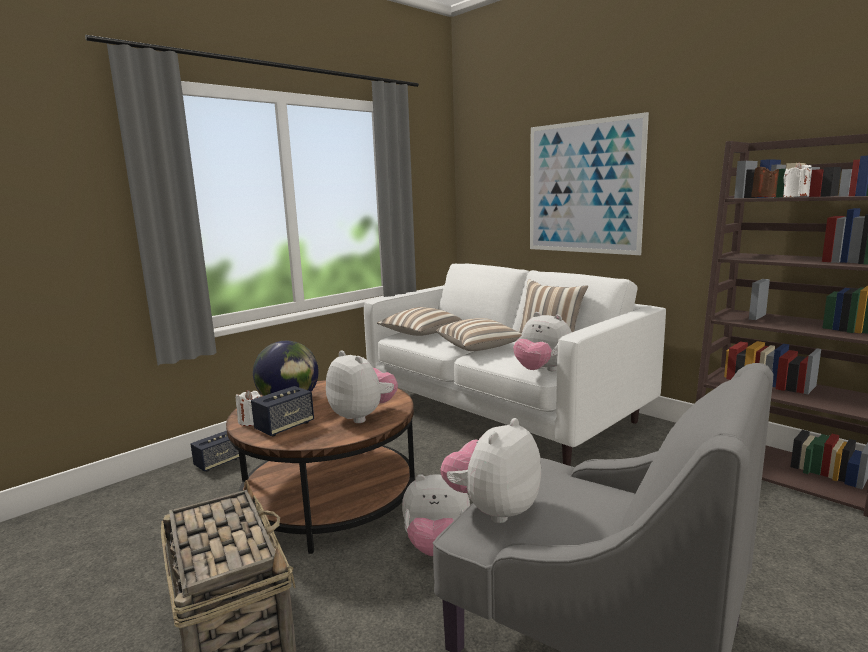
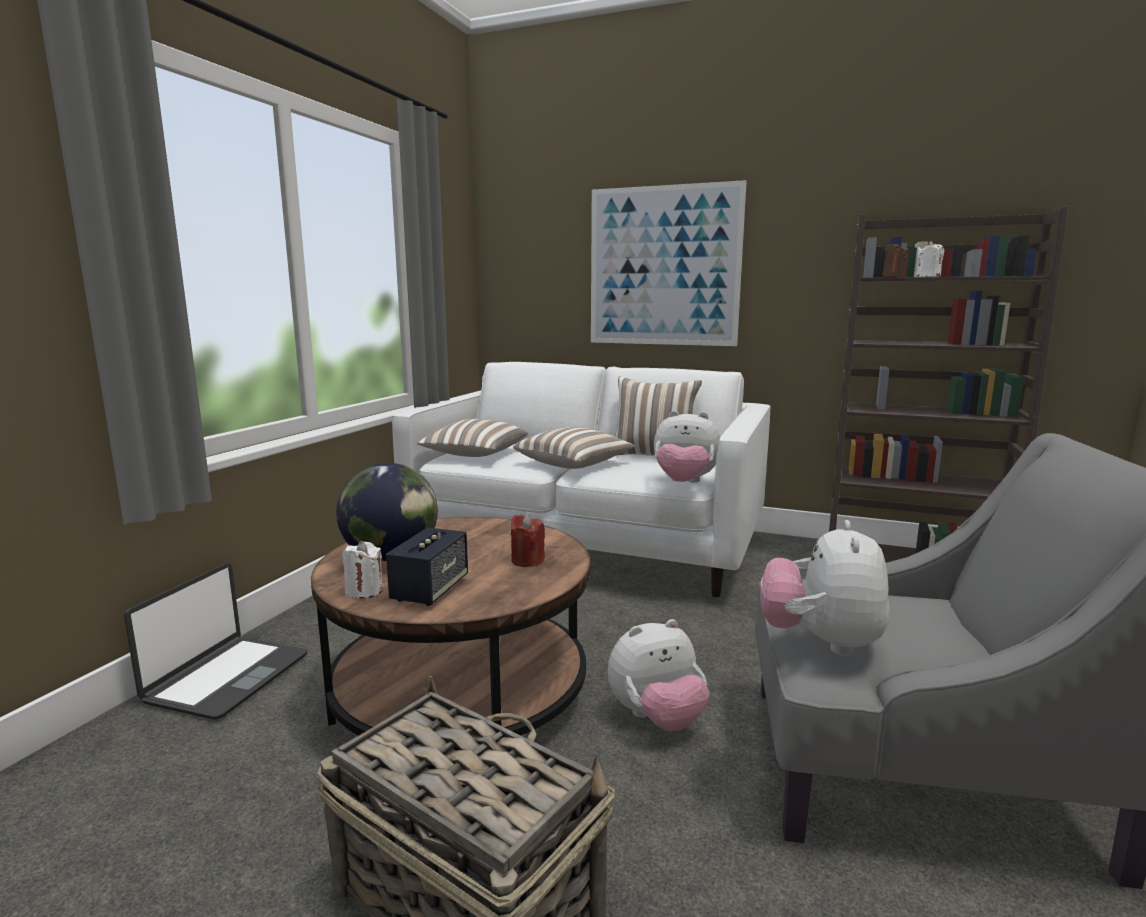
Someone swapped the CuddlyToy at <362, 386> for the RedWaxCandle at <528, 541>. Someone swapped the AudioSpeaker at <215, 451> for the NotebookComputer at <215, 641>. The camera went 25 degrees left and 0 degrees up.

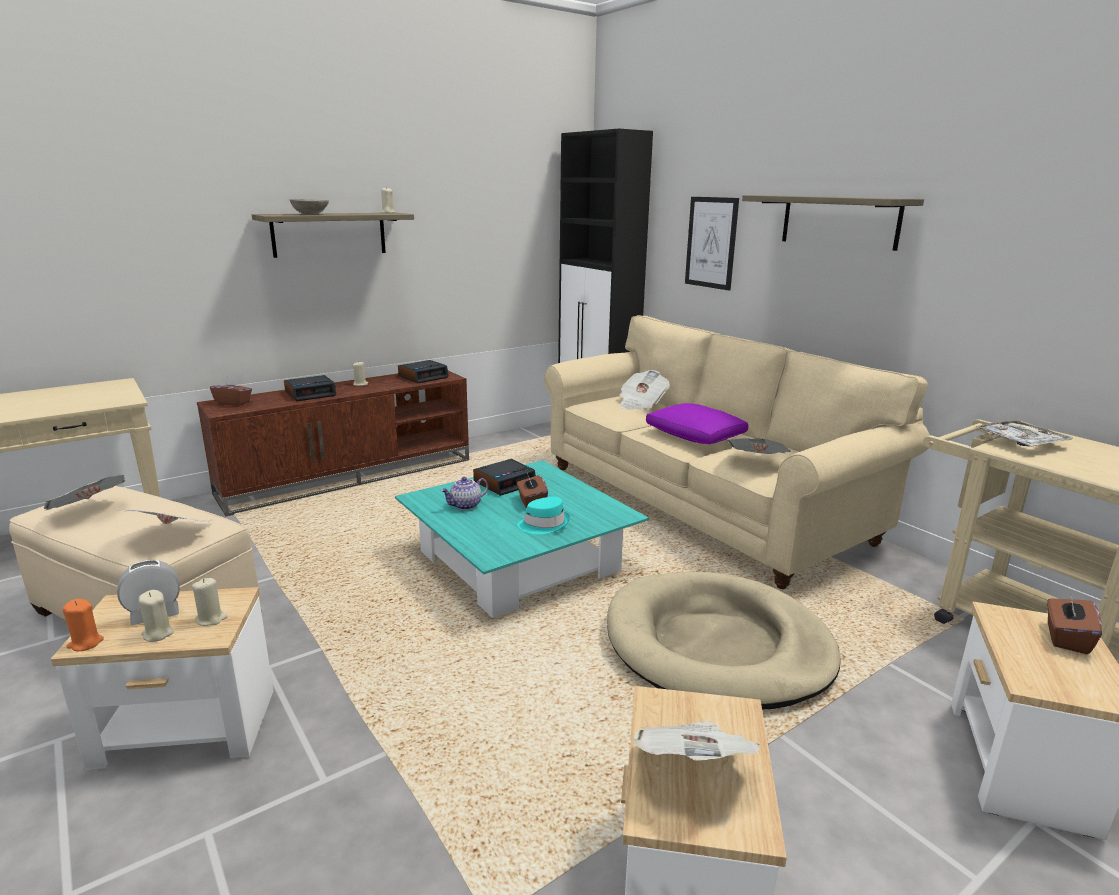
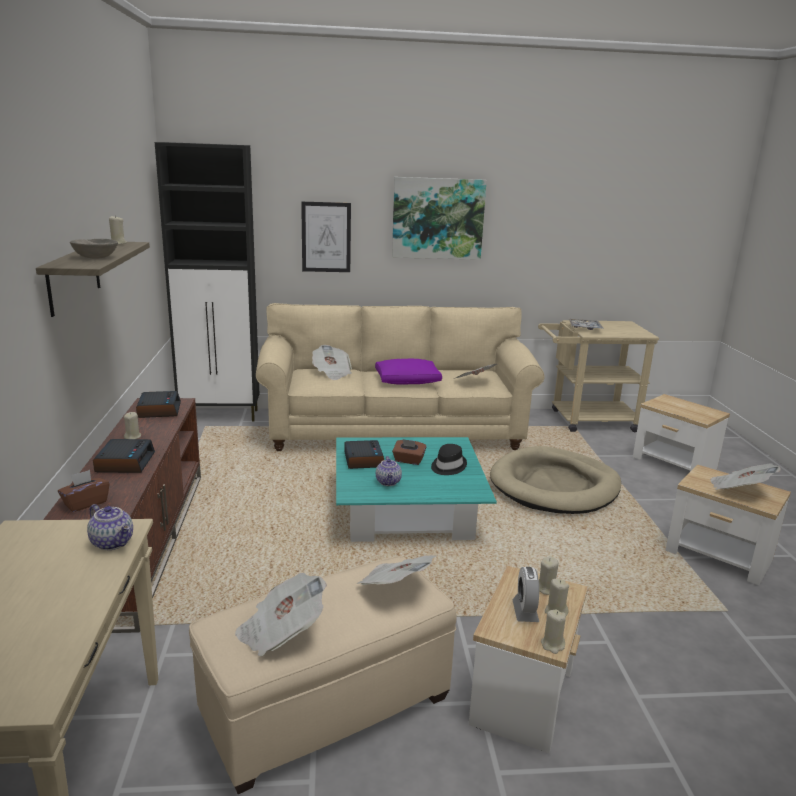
Someone swapped the WallShelf at <833, 223> for the Picture at <439, 218>. Someone repainted the TurquoiseColouredHat at <543, 515>, which became the BlackHat at <449, 459>. Someone took away the BrownishBoxOfTissues at <1074, 624>. Someone repainted the OrangeWaxCandle at <83, 625>, which became the BeigeColouredWaxCandle at <553, 631>. Someone put down the TeaPot at <110, 527>. The camera went 60 degrees left and 0 degrees up.

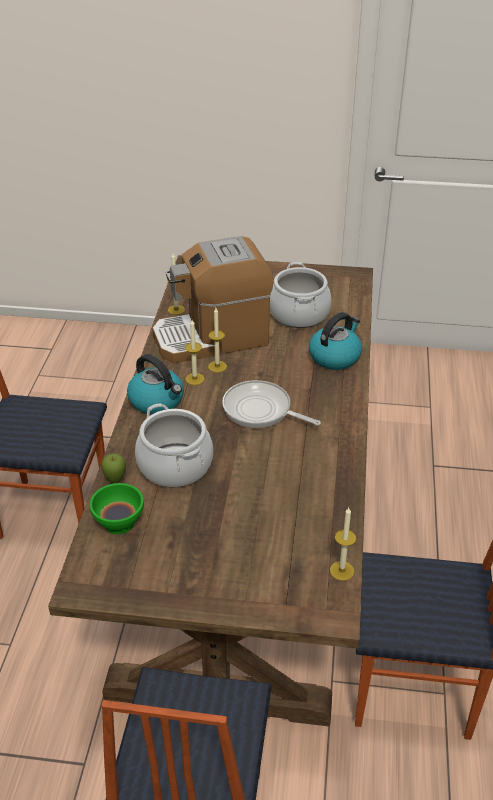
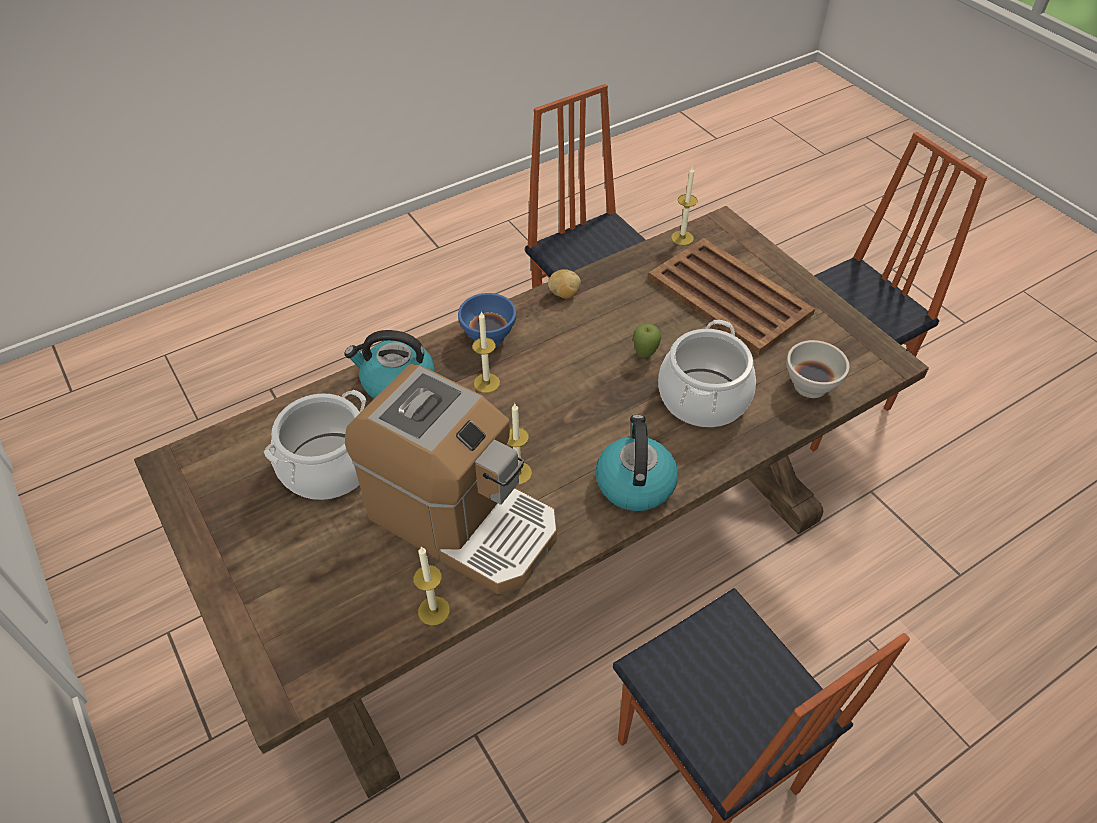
Someone carried the WaxCandle from <195, 352> to <486, 352>. Someone took away the Skillet at <271, 404>. Someone carried the WholeApple from <113, 468> to <647, 340>. Someone repainted the GreenColouredDeepDish at <117, 508>, which became the WhitishDeepDish at <817, 369>. Someone put down the BrownishCarryingTray at <731, 296>. Someone put down the Potato at <564, 284>. Someone put down the BluishDeepDish at <487, 319>. The camera went 130 degrees left and 10 degrees up.

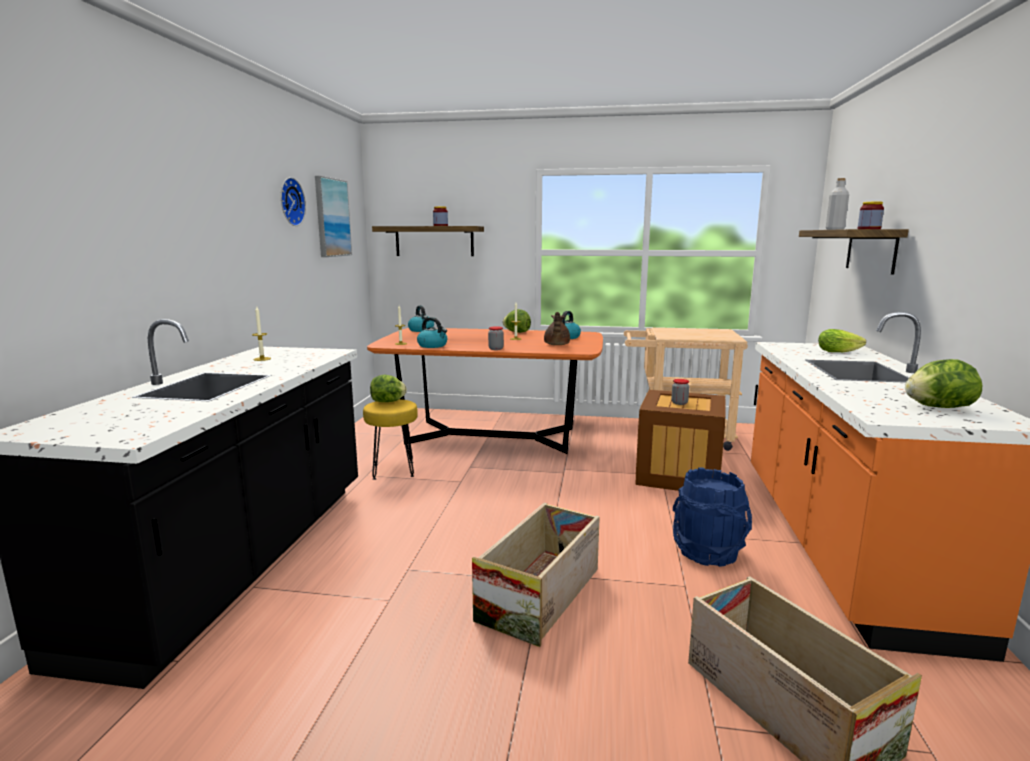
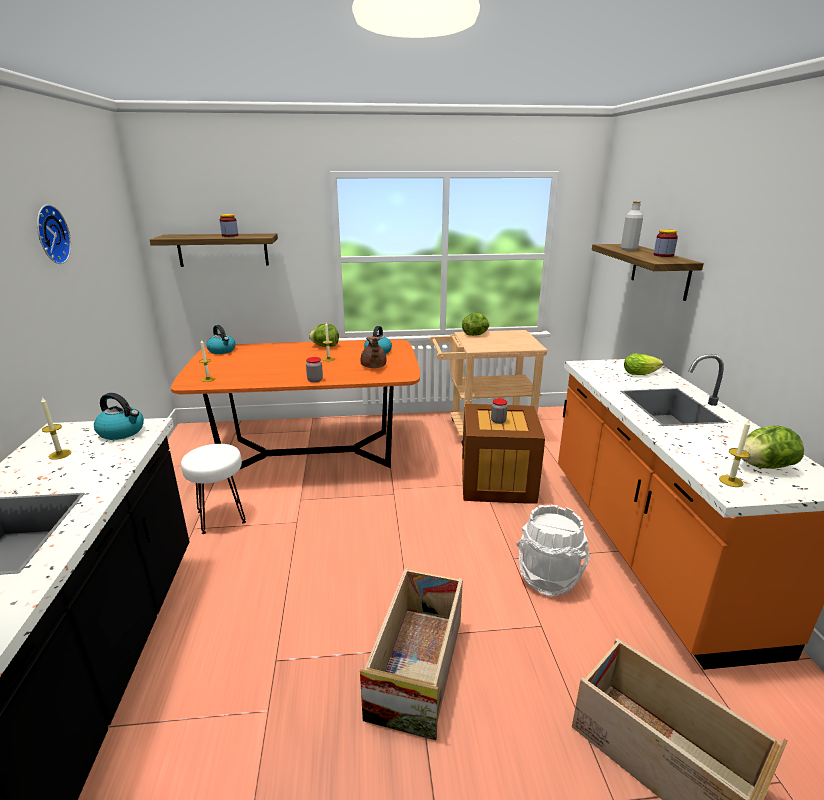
Someone took away the Picture at <333, 216>. Someone carried the Kettle from <432, 332> to <119, 416>. Someone carried the Lettuce from <388, 388> to <475, 324>. Someone repainted the YellowStool at <390, 439>, which became the WhitishStool at <213, 489>. Someone repainted the BluishWaterBucket at <712, 517>, which became the WhitishWaterBucket at <553, 551>. Someone put down the WaxCandle at <734, 453>. The camera went 15 degrees left and 10 degrees up.

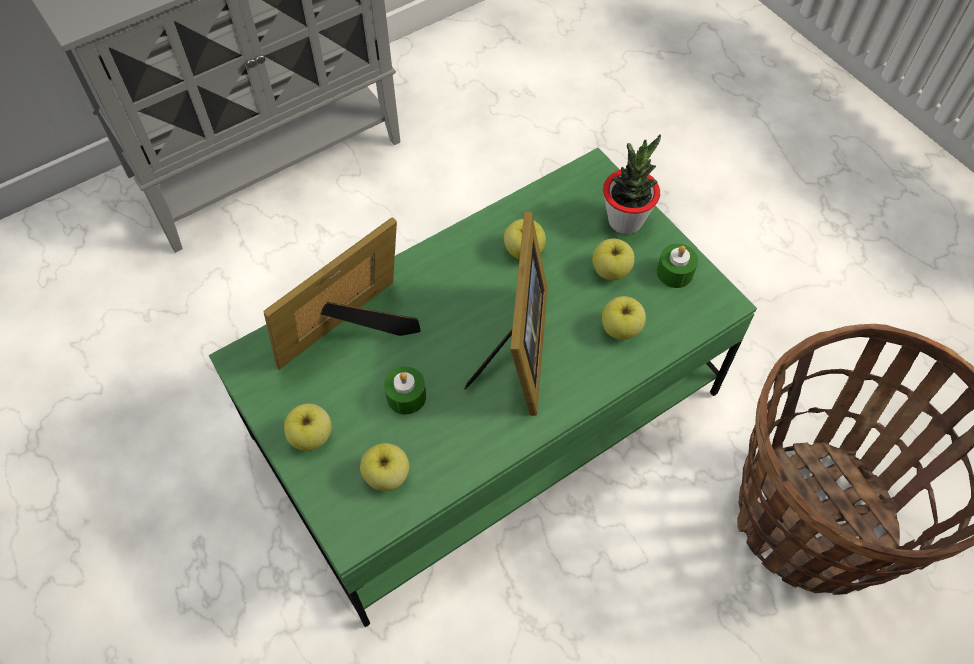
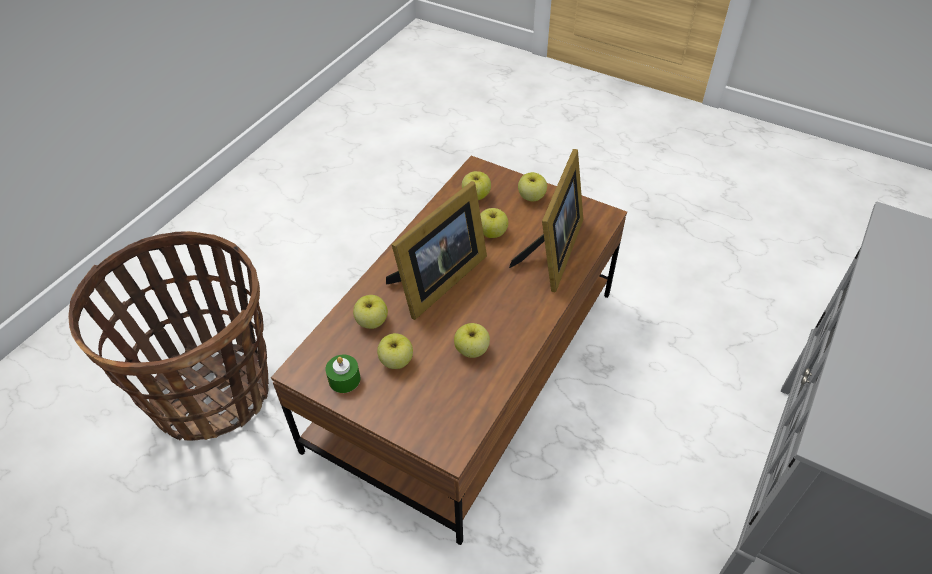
Someone took away the PottedPlant at <632, 184>. Someone repainted the GreenColouredLowTable at <482, 387>, which became the BrownishLowTable at <449, 350>. Someone rotated the PhotoFrame at <505, 313> by 120 degrees counterclockwise. Someone swapped the GreenColouredWaxCandle at <405, 391> for the WholeApple at <494, 223>. The camera went 155 degrees right and 10 degrees down.

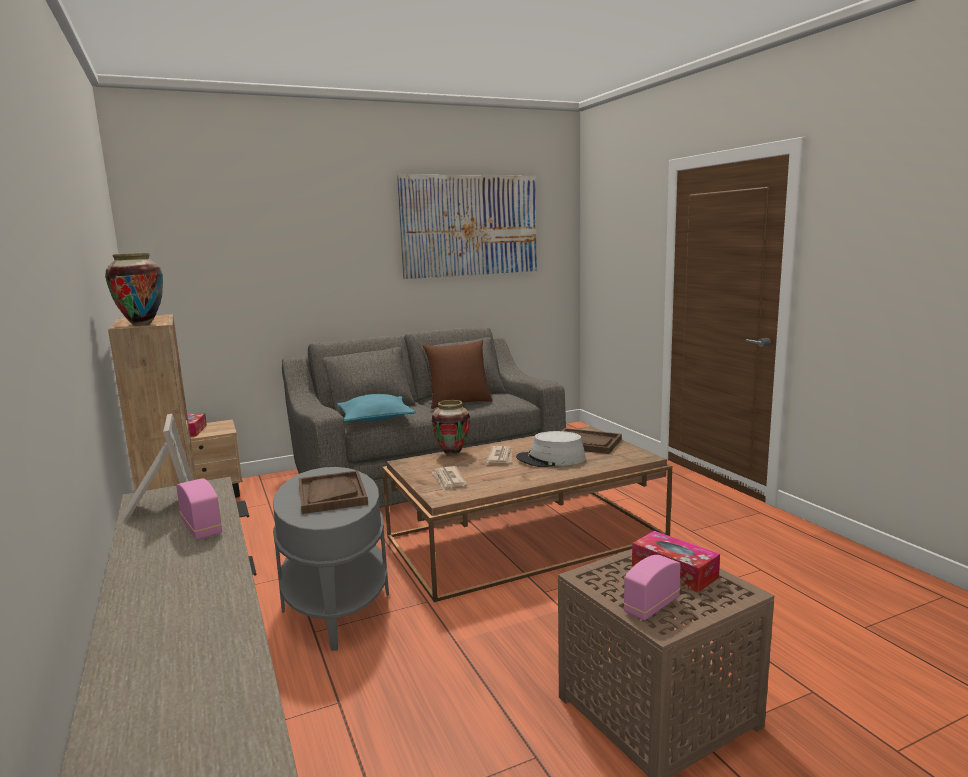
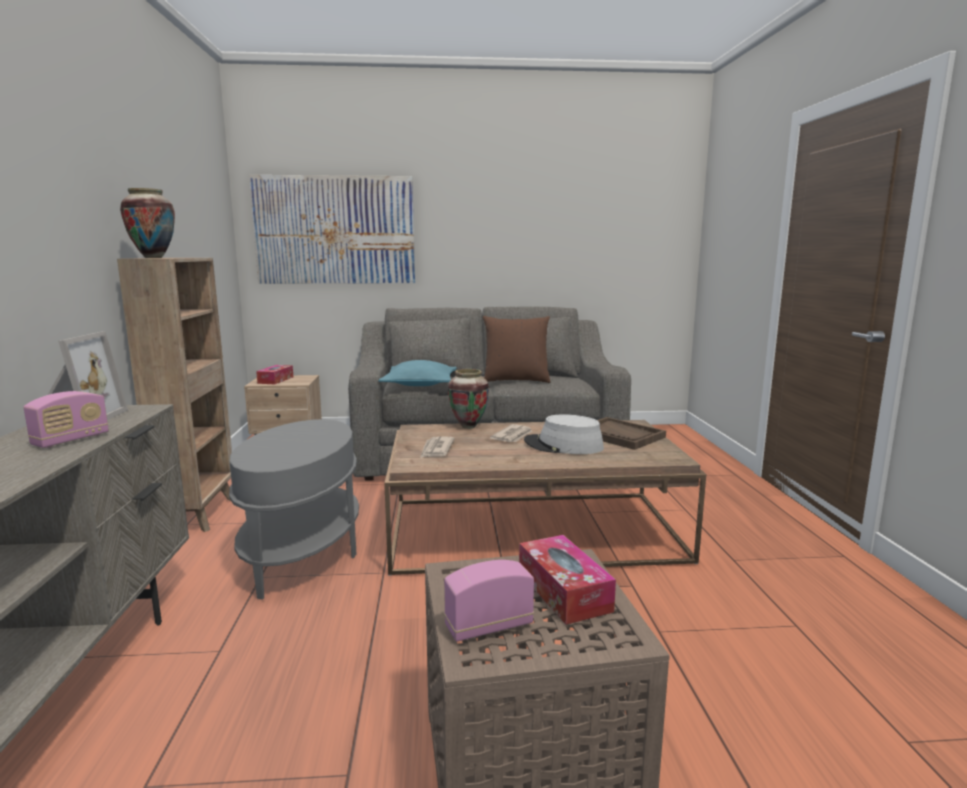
Someone carried the Picture from <467, 227> to <332, 229>. Someone took away the BrownishCarryingTray at <333, 492>. Someone rotated the RadioReceiver at <199, 509> by 45 degrees clockwise. The camera went 20 degrees right and 0 degrees up.

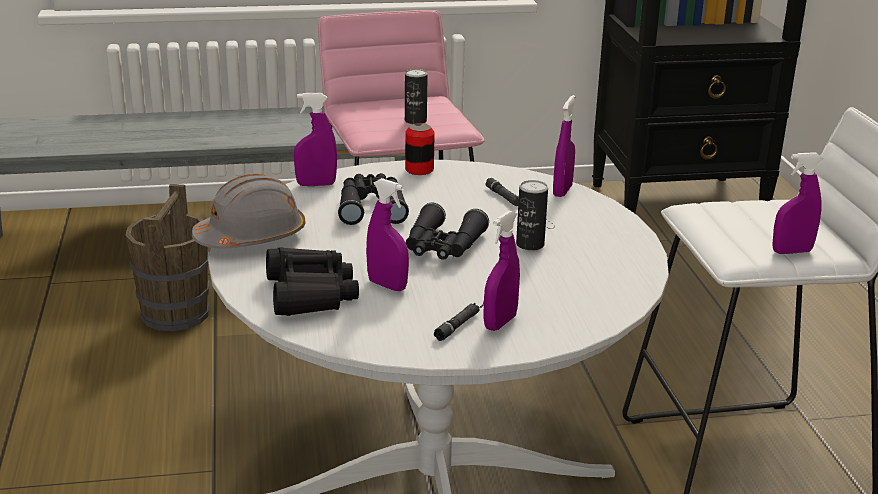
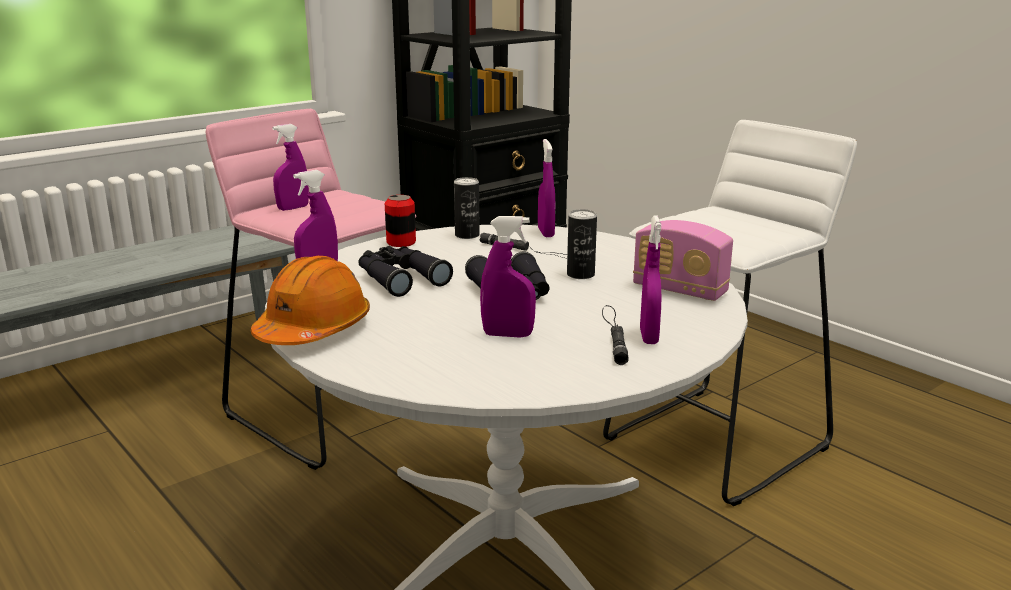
Someone carried the MetalCan from <416, 96> to <467, 208>. Someone carried the PurpleColouredSprayer from <797, 203> to <290, 167>. Someone repainted the GreyishSafetyHelmet at <248, 211>, which became the OrangeSafetyHelmet at <310, 300>. Someone took away the BrownishWaterBucket at <167, 257>. Someone took away the BlackBinoculars at <312, 281>. Someone put down the RadioReceiver at <683, 260>. The camera went 30 degrees left and 5 degrees down.

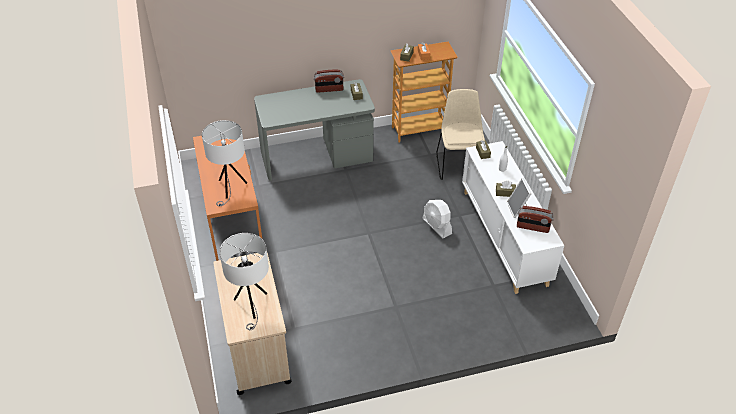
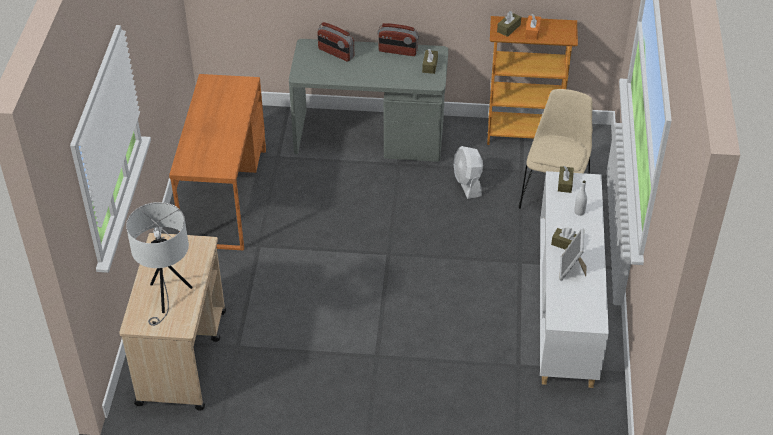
Someone took away the WhitishTableLamp at <224, 163>. Someone carried the WhitishFan from <437, 219> to <468, 172>. Someone carried the RadioReceiver from <535, 219> to <335, 42>. The camera went 20 degrees right and 0 degrees up.

